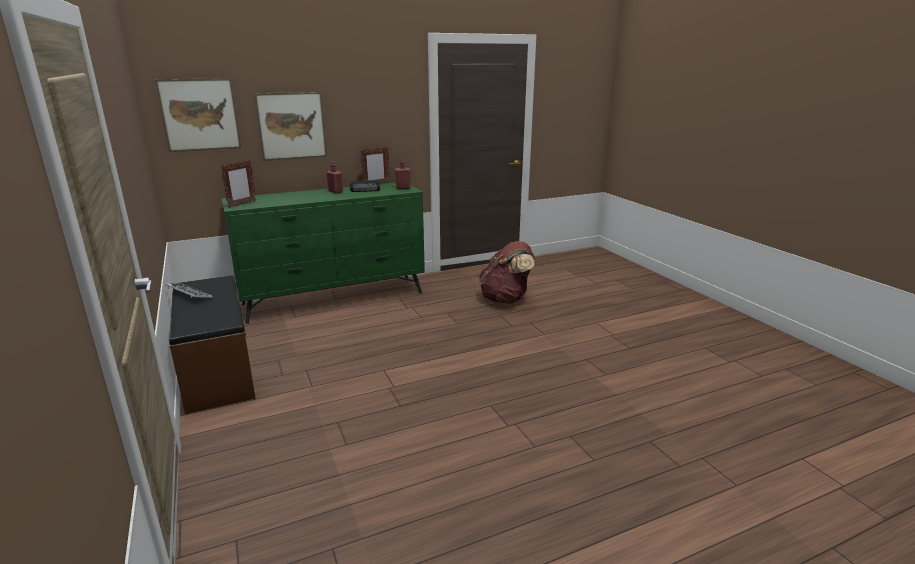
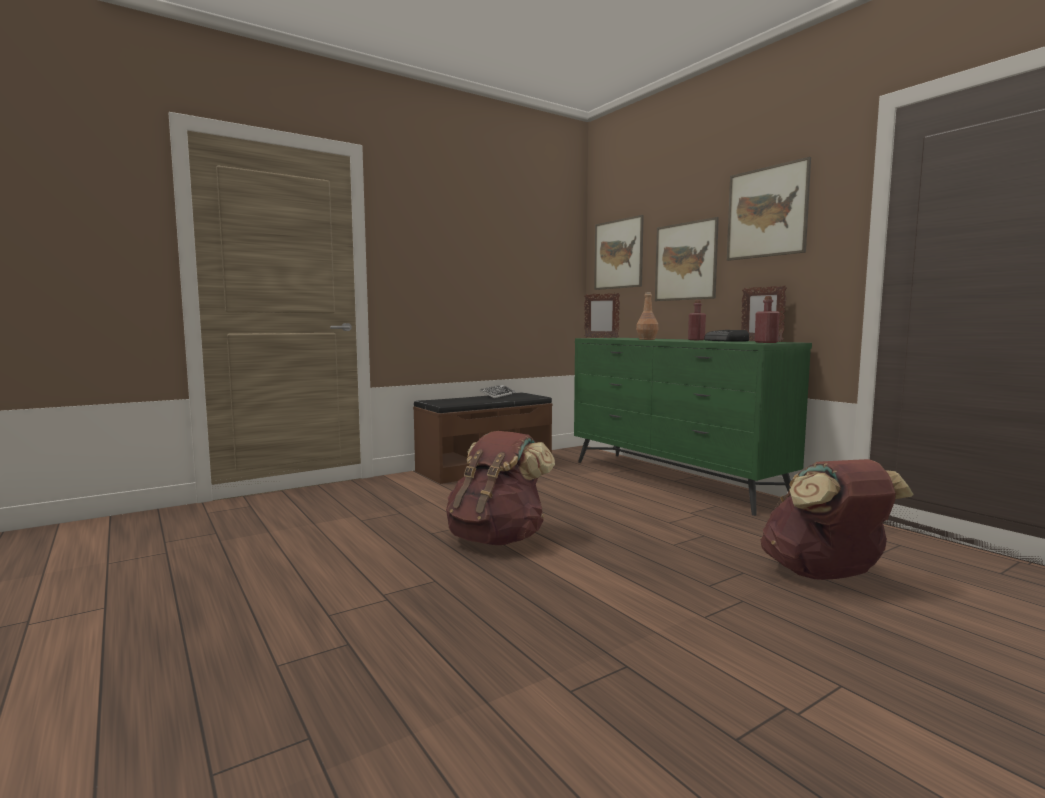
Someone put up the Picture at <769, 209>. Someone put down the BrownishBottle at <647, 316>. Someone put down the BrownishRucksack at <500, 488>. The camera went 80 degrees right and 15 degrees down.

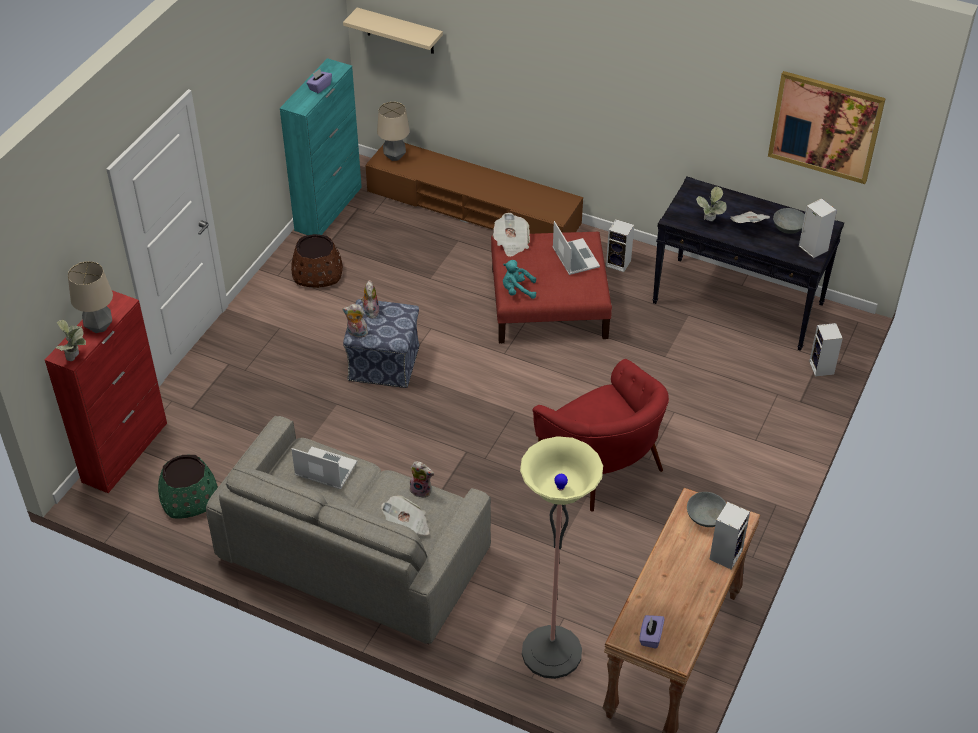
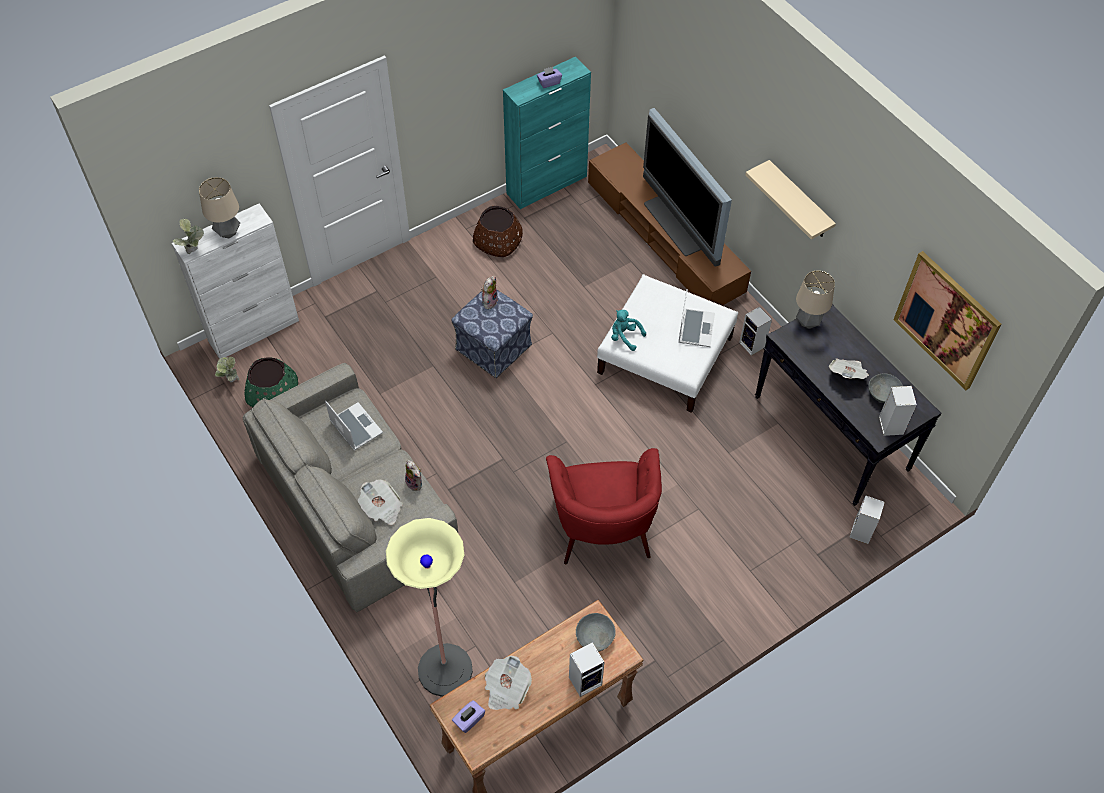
Someone carried the BeigeColouredWallShelf from <393, 31> to <790, 200>. Someone carried the TableLamp from <393, 131> to <815, 300>. Someone carried the PottedPlant from <711, 203> to <227, 370>. Someone carried the DailyPaper from <511, 235> to <508, 683>. Someone repainted the RedFootrest at <551, 287>, which became the WhitishFootrest at <667, 343>. Someone repainted the RedStorageCabinet at <106, 391>, which became the WhitishStorageCabinet at <235, 281>. Someone took away the CuddlyToy at <355, 321>. Someone put down the Television at <687, 187>. The camera went 30 degrees right and 10 degrees up.

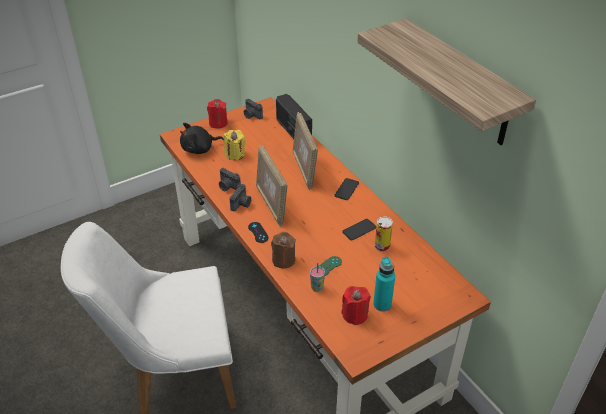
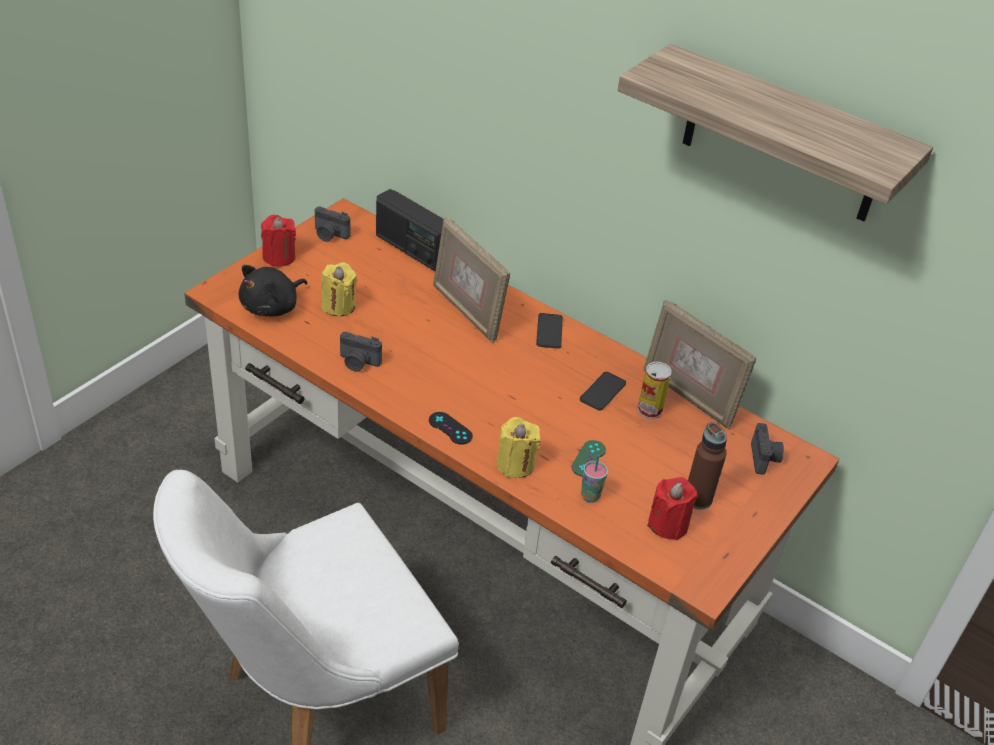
Someone carried the PhotoFrame from <272, 186> to <700, 364>. Someone carried the StillCamera from <240, 197> to <767, 449>. Someone repainted the BrownishWaxCandle at <283, 250>, which became the YellowWaxCandle at <518, 447>. Someone repainted the TurquoiseColouredBottle at <384, 284>, which became the BrownishBottle at <707, 465>. The camera went 25 degrees left and 0 degrees up.

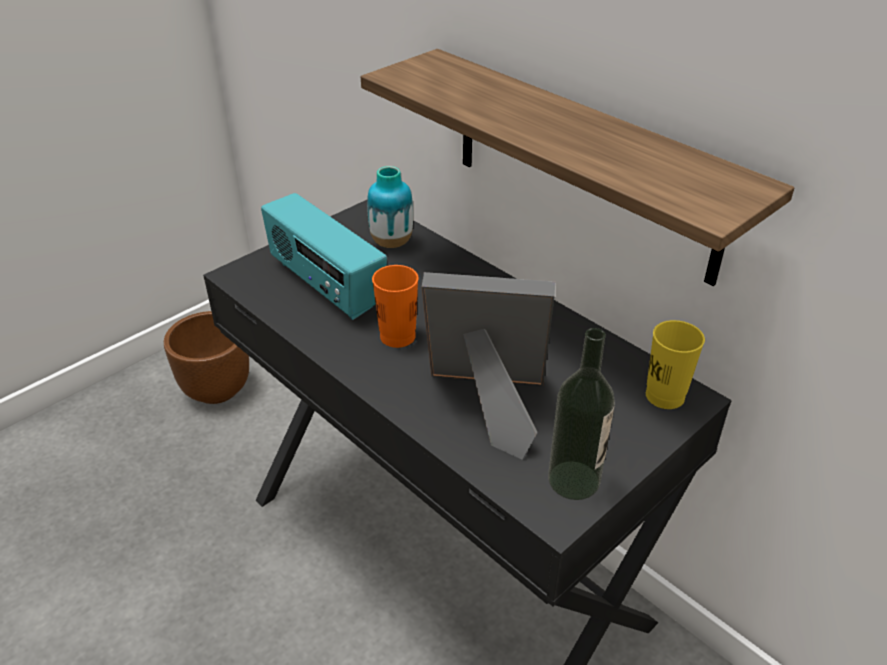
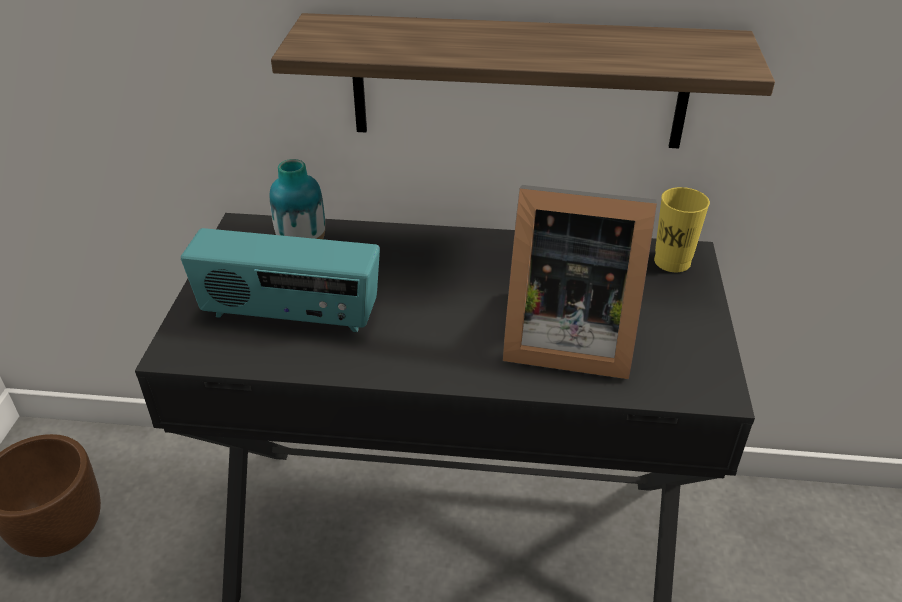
Someone took away the OrangeSmallCup at <395, 306>. Someone rotated the PhotoFrame at <488, 366> by 135 degrees counterclockwise. Someone took away the Bottle at <581, 414>. The camera went 40 degrees left and 0 degrees up.

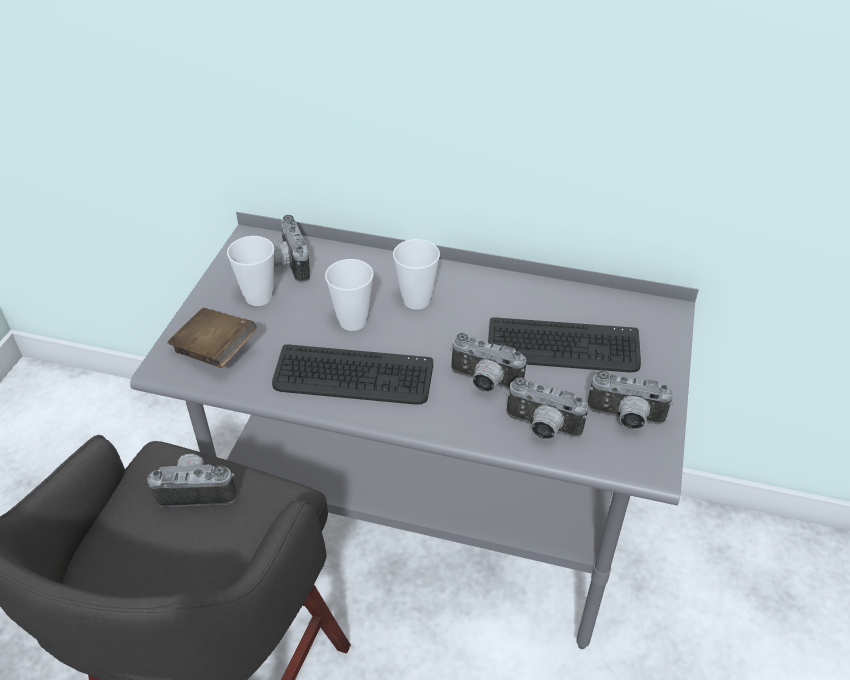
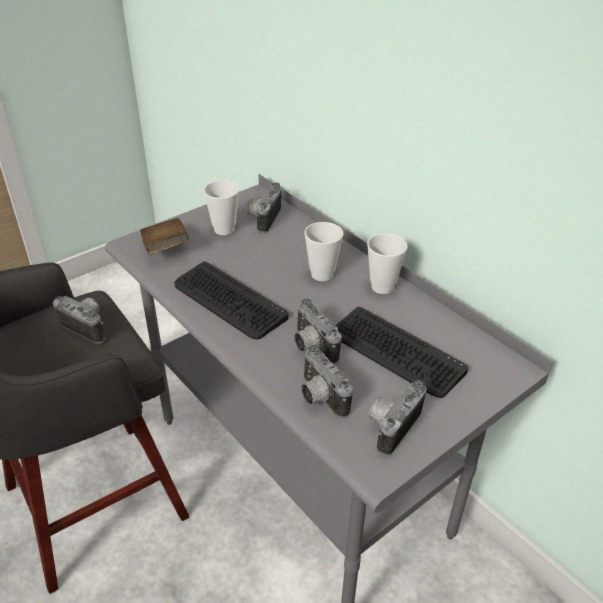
Someone carried the SmallCup from <349, 295> to <387, 264>. Someone rotated the StillCamera at <630, 400> by 75 degrees clockwise. The camera went 35 degrees right and 5 degrees down.

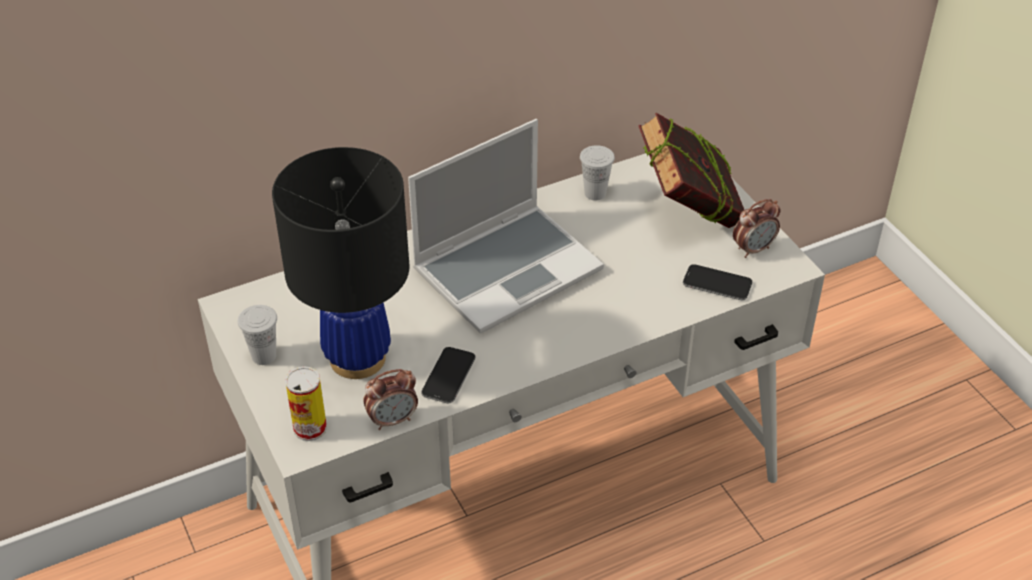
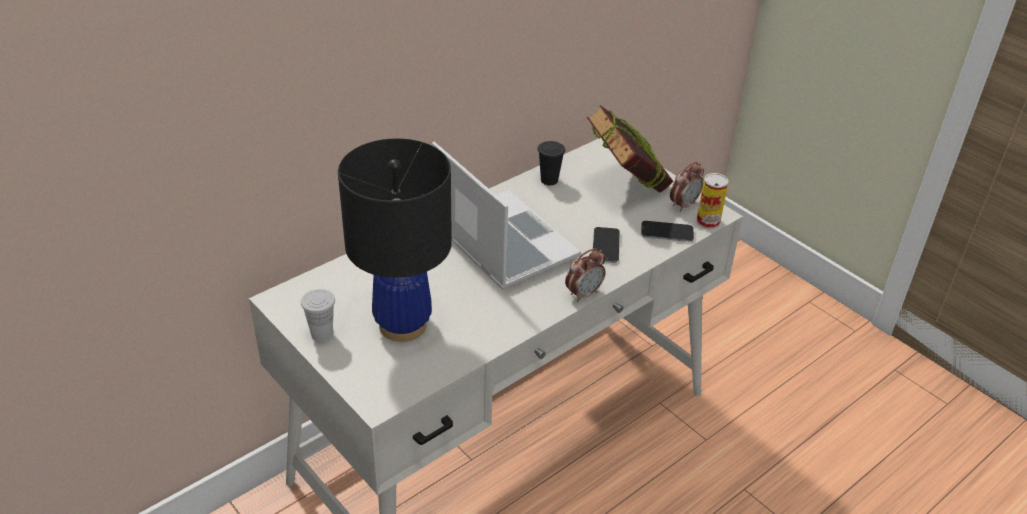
Someone rotated the NotebookComputer at <506, 226> by 75 degrees counterclockwise. Someone repainted the WhitishSmallCup at <597, 172>, which became the BlackSmallCup at <551, 163>. Someone carried the Phone from <448, 375> to <606, 245>. Someone carried the MetalCan from <306, 403> to <712, 201>. Someone carried the AlarmClock from <390, 399> to <585, 275>. The camera went 15 degrees left and 5 degrees down.

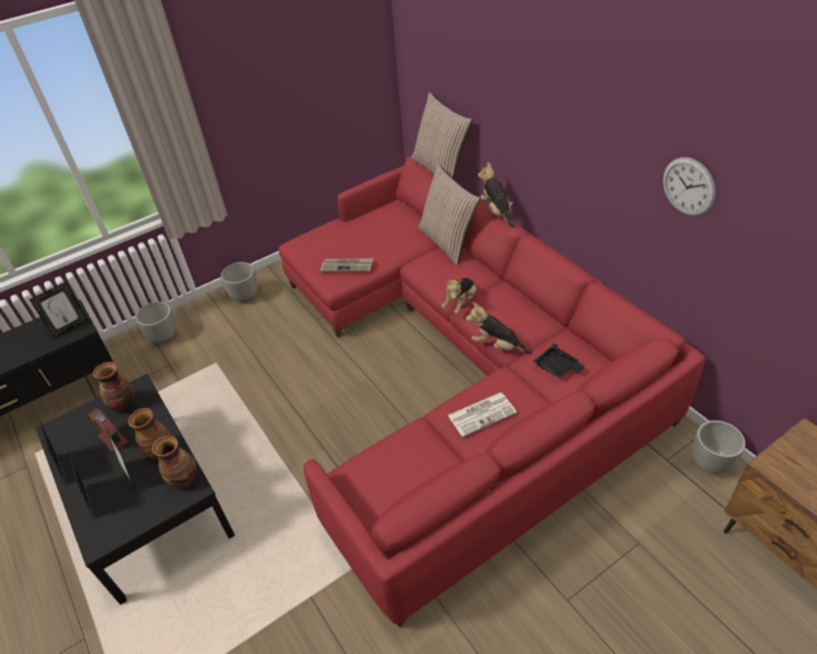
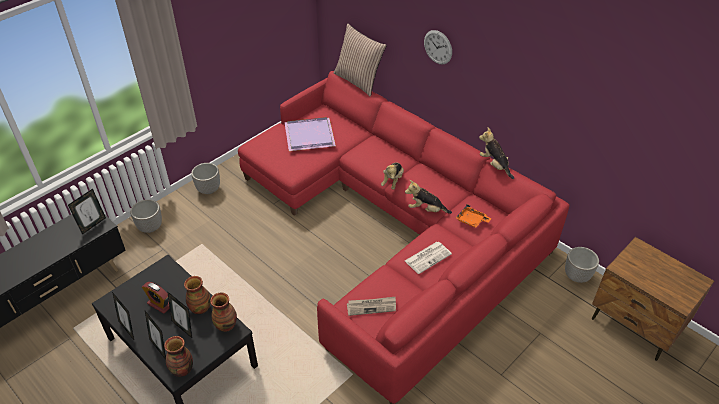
Someone carried the HangingClock from <689, 186> to <438, 47>. Someone carried the CuddlyToy from <496, 195> to <496, 153>. Someone took away the Pillow at <449, 214>. Someone carried the DailyPaper from <346, 265> to <371, 306>. Someone repainted the BlackCarryingTray at <559, 360>, which became the OrangeCarryingTray at <474, 216>. Someone carried the DecorativeVase from <114, 387> to <178, 356>. Someone put down the PurpleColouredCarryingTray at <310, 134>. The camera went 15 degrees left and 0 degrees up.

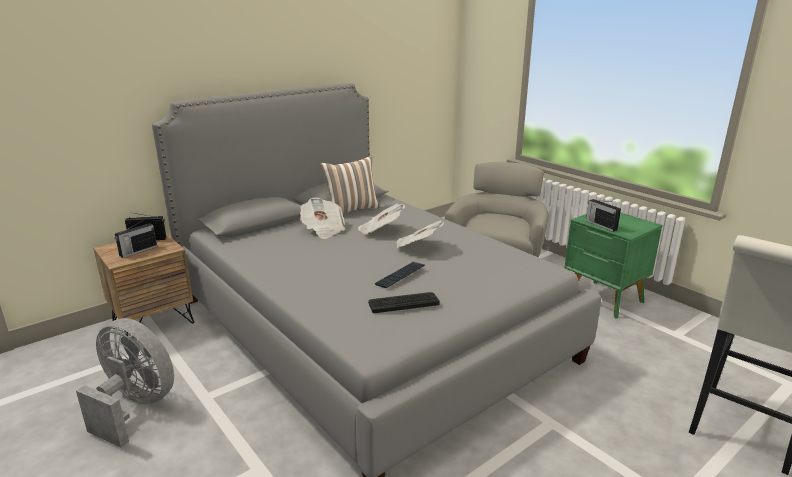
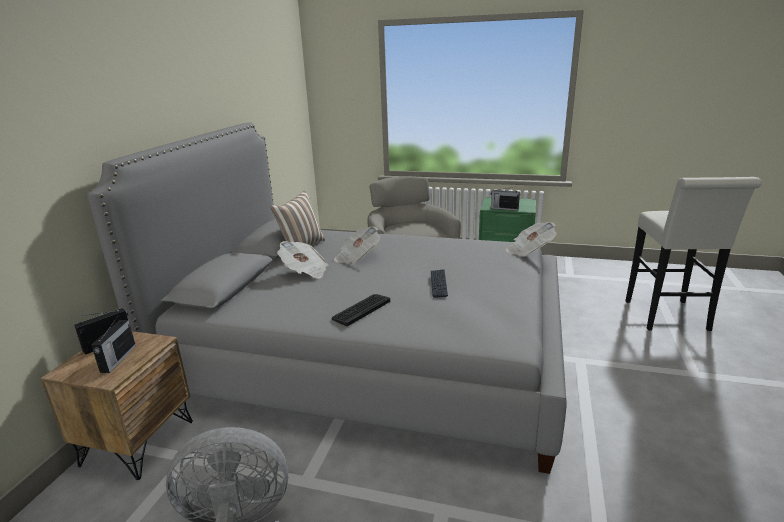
Someone carried the DailyPaper from <420, 234> to <531, 239>. Someone carried the ComputerKeyboard from <404, 302> to <361, 310>. The camera went 35 degrees left and 0 degrees up.

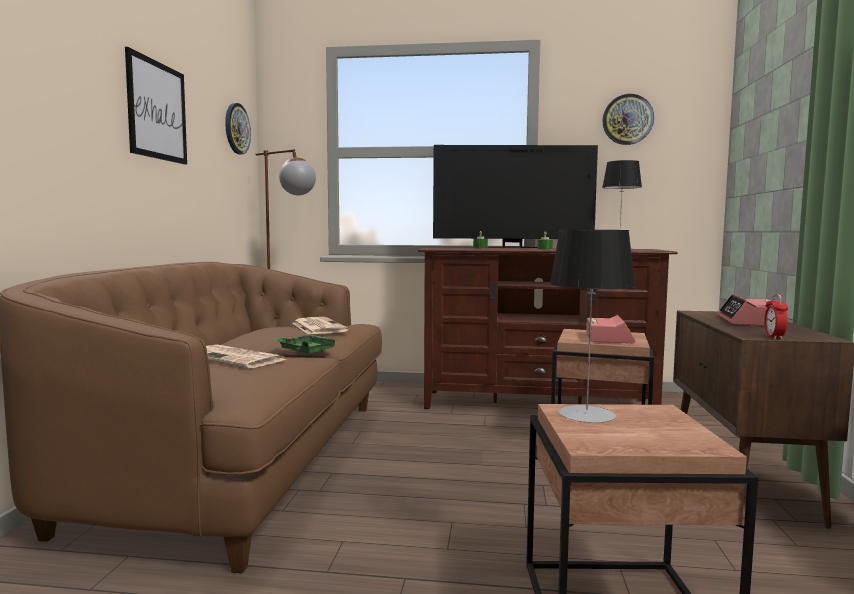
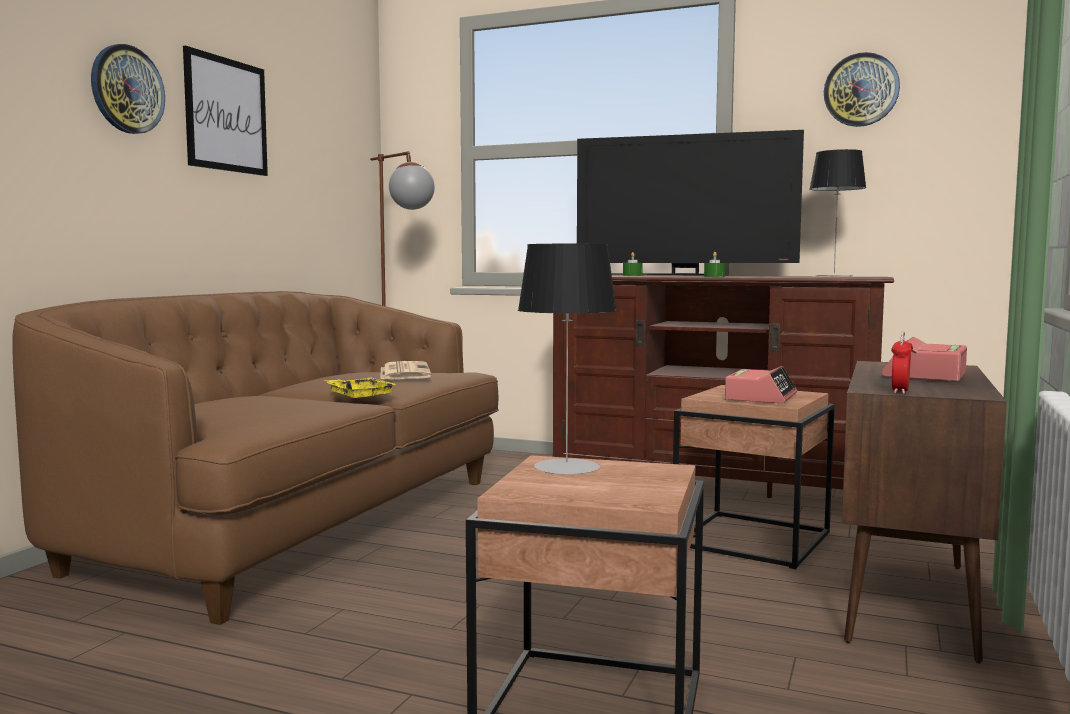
Someone carried the HangingClock from <238, 128> to <128, 89>. Someone repainted the GreenColouredCarryingTray at <306, 344>, which became the YellowCarryingTray at <362, 387>. Someone took away the DailyPaper at <246, 356>. The camera went 15 degrees right and 0 degrees up.

